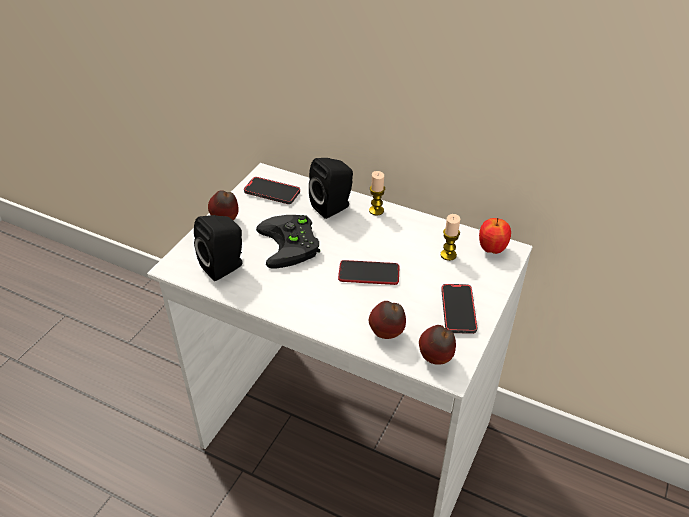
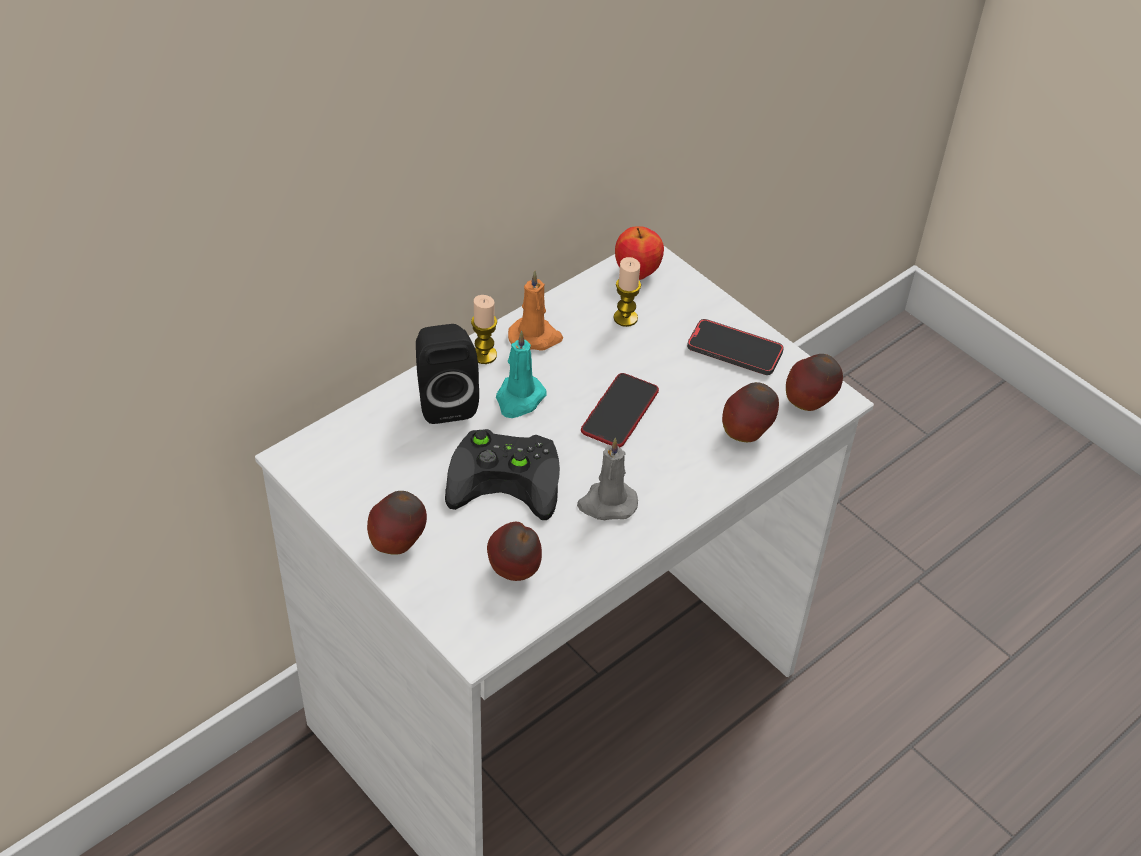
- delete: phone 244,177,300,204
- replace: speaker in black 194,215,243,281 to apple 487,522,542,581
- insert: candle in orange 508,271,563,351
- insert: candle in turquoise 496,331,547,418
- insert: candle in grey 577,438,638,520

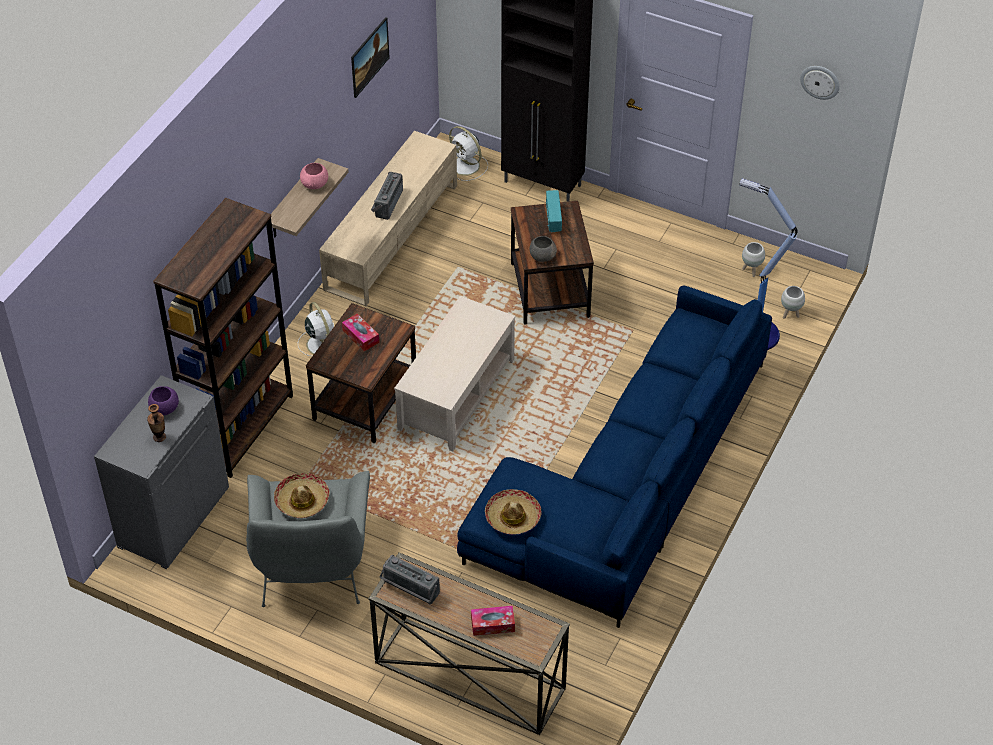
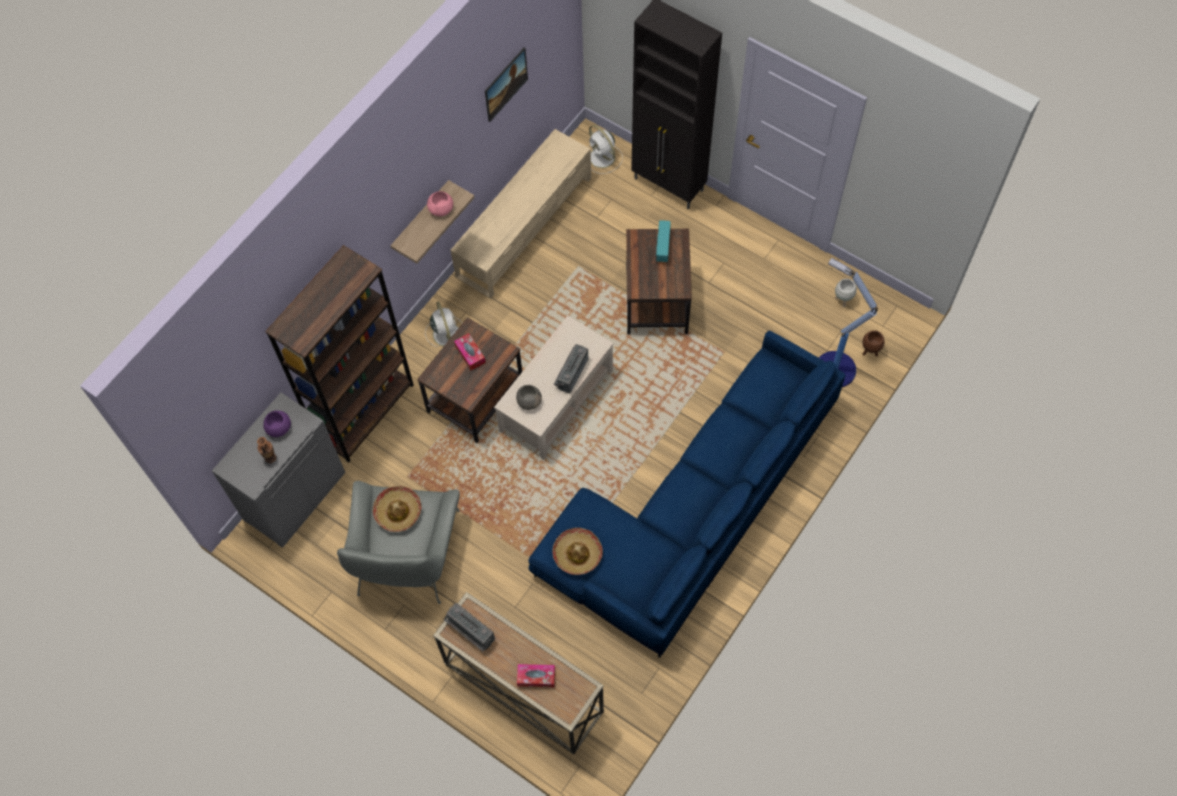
- delete: wall clock 800,66,840,100
- move: radio 371,172,403,220 to 554,344,588,393
- move: bowl in grey 530,236,557,262 to 516,385,542,410
- recolor: planter in white 781,286,805,318 to planter in brown 862,330,885,356

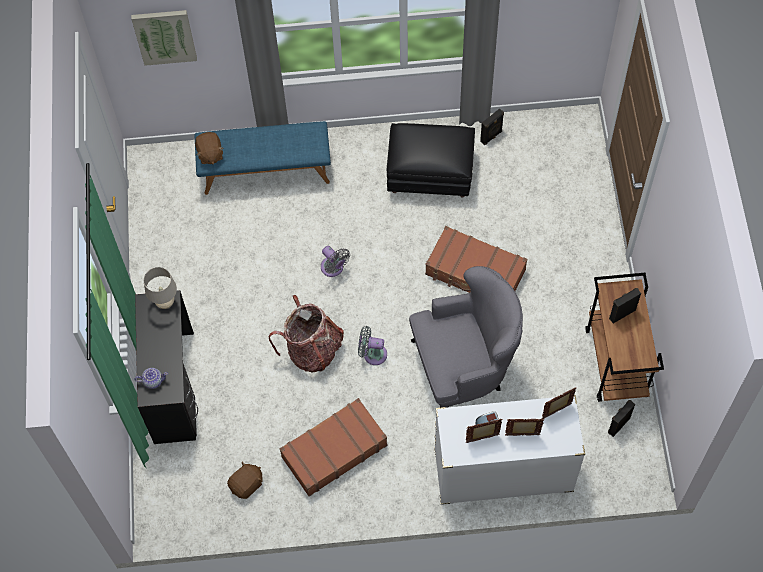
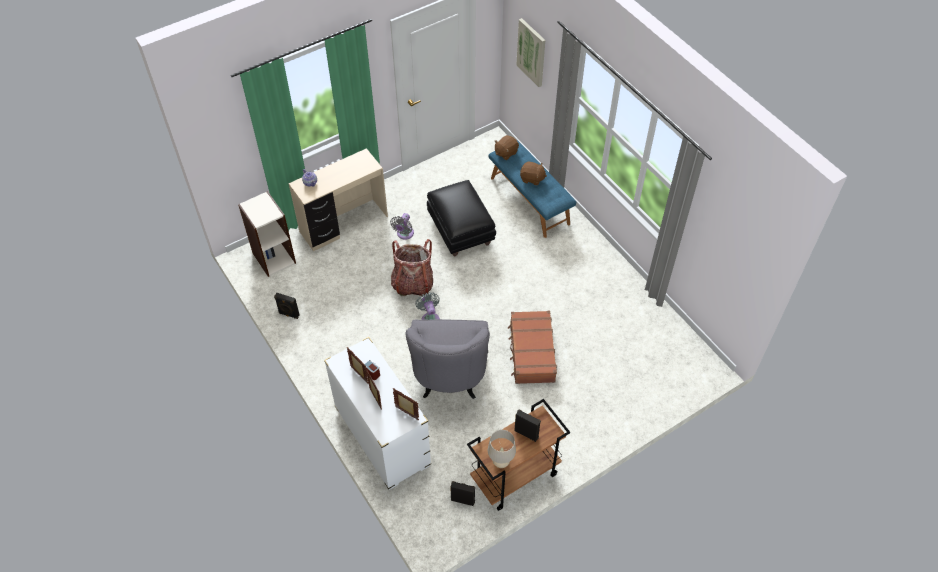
- move: speaker in black 480,108,504,145 to 274,293,299,319
- move: ottoman in black 387,123,475,198 to 427,180,496,256
- move: fan in grey 321,246,350,277 to 390,213,414,240
- rotate: armchair in grey 409,266,523,408 = 406,319,490,399 45 degrees clockwise
- move: table lamp in beige 144,267,177,309 to 488,430,516,468
- recolor: desk in black 135,290,198,444 to desk in beige 289,148,388,251
- delete: suitcase in brown 280,398,388,496
- move: plush toy in brown 227,462,263,499 to 520,161,547,185
- insert: bookcase 238,191,296,277

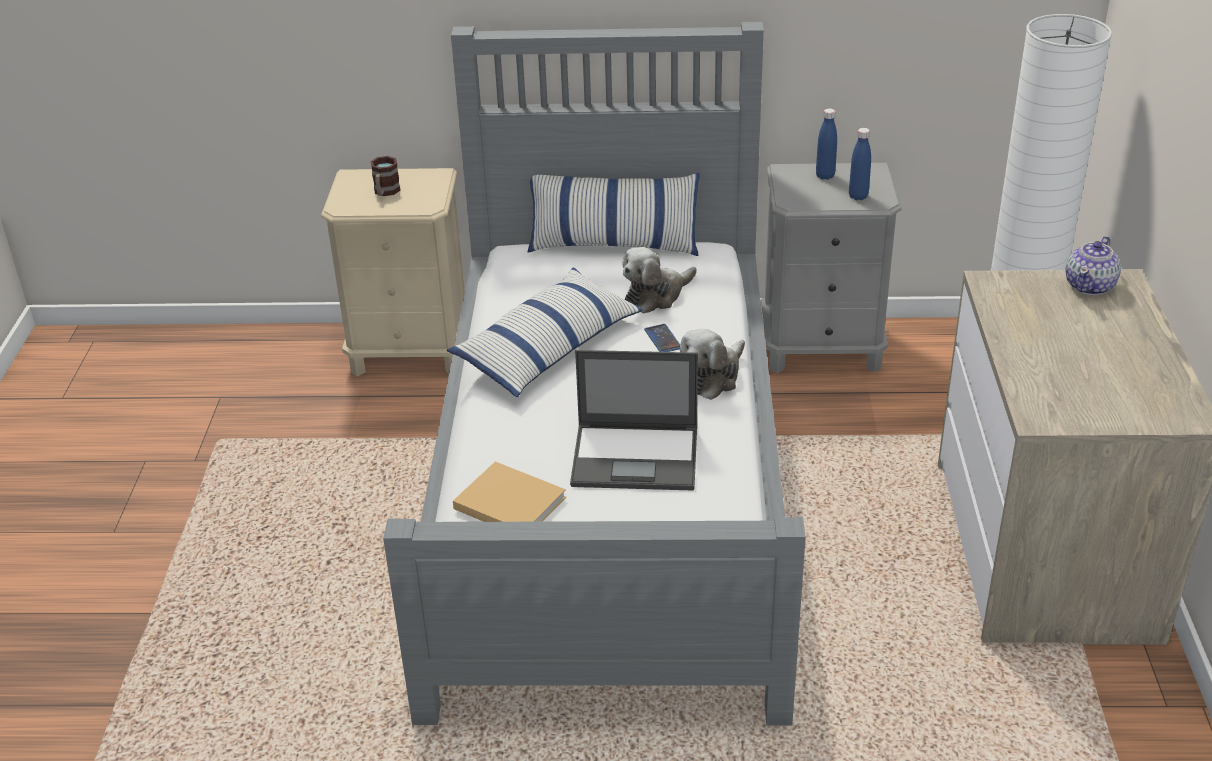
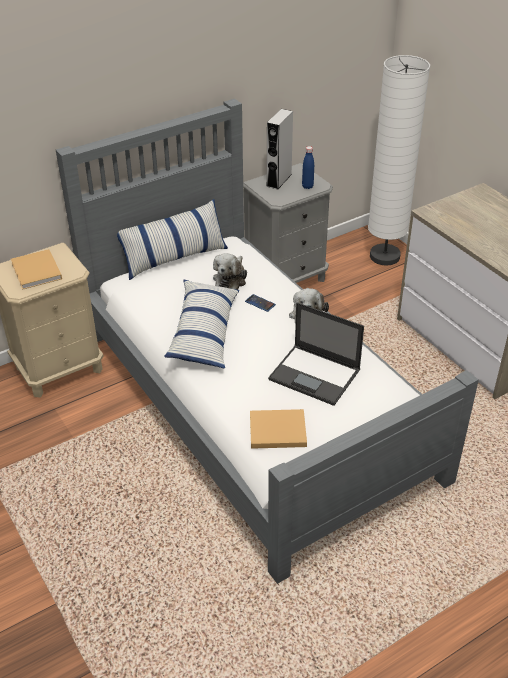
- replace: bottle in blue 816,108,837,180 to speaker in grey 266,109,293,189
- replace: mug 370,156,401,196 to book in beige 11,249,62,289
- delete: teapot 1066,236,1121,295
- rotate: laptop 570,350,698,490 = 268,302,364,406 60 degrees clockwise

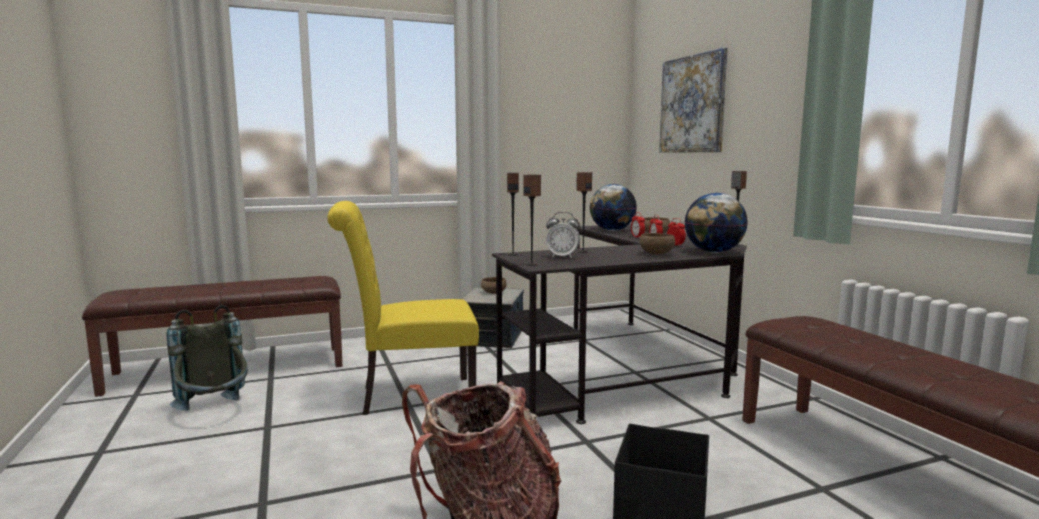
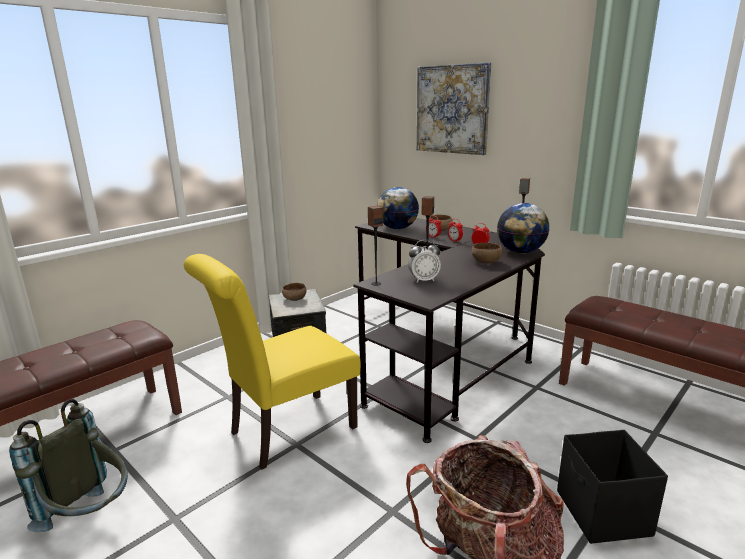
- delete: speaker 523,174,541,266

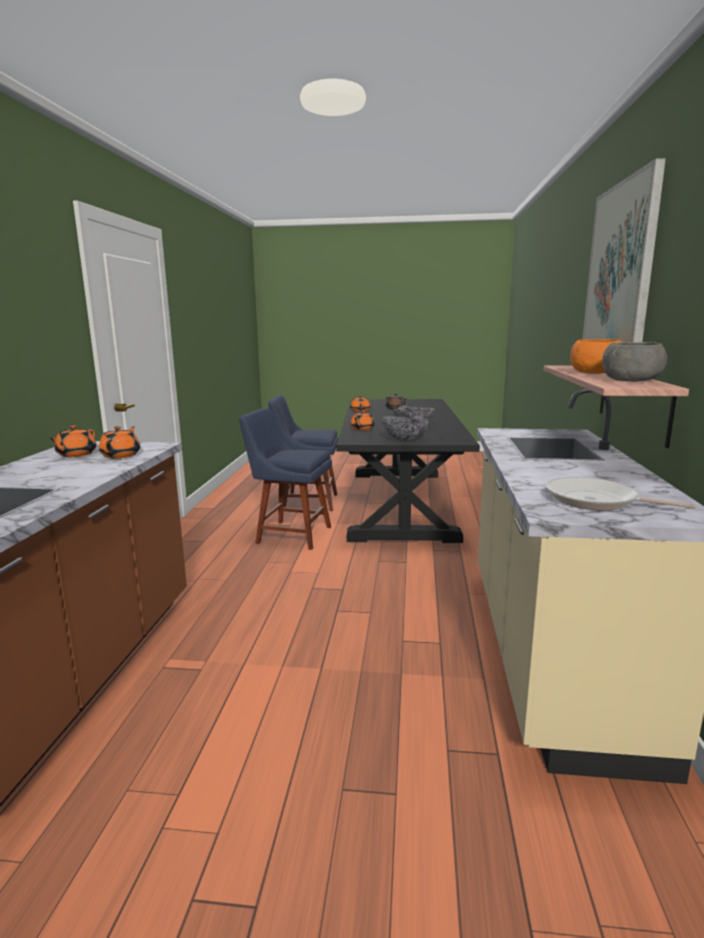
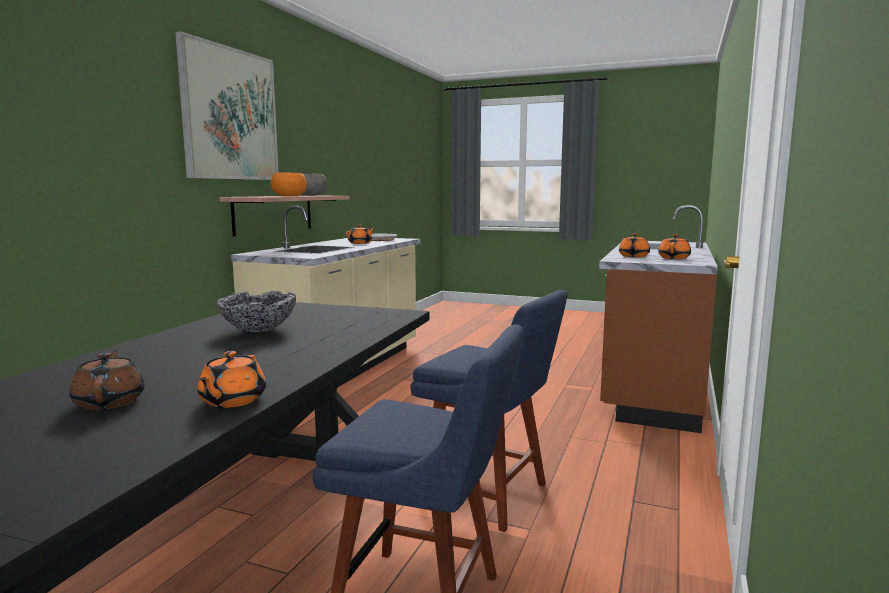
- move: teapot in orange 350,410,375,431 to 346,225,373,244
- delete: bowl 382,416,429,441

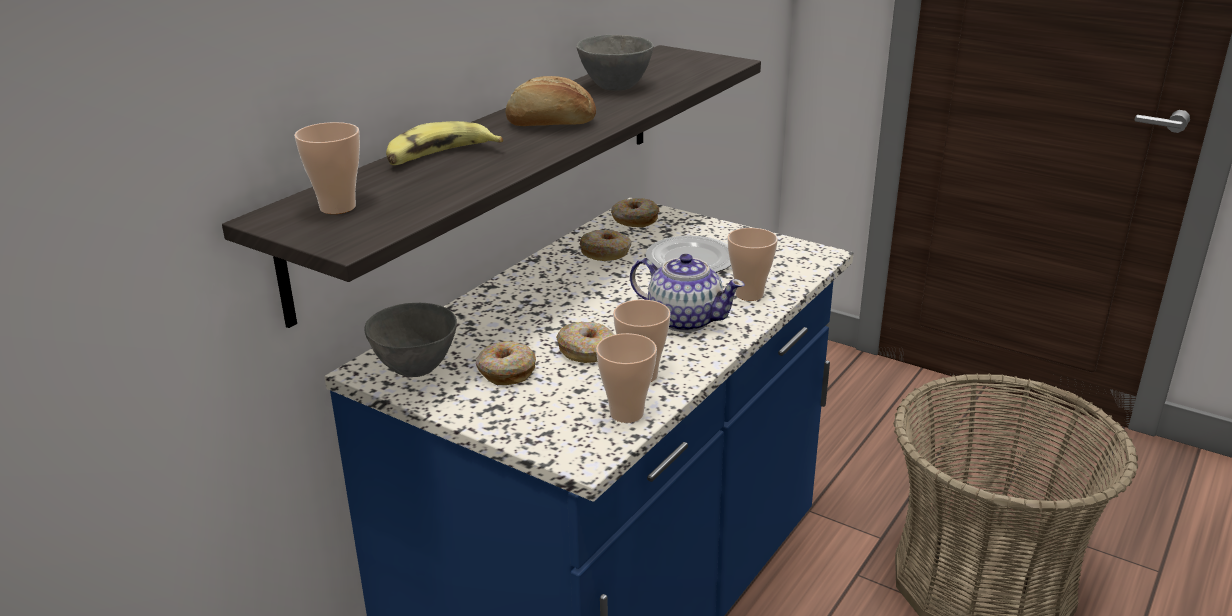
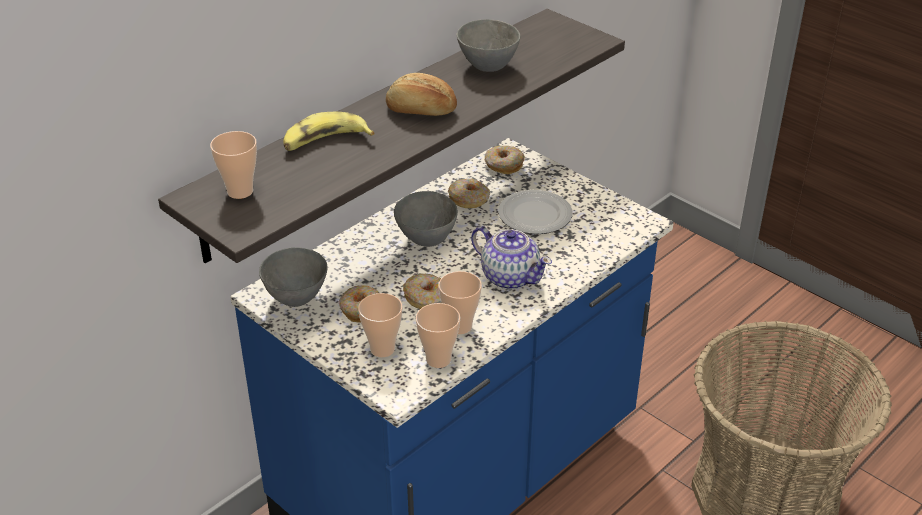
- move: cup 727,228,778,301 to 358,293,403,357
- insert: bowl in grey 394,191,458,247

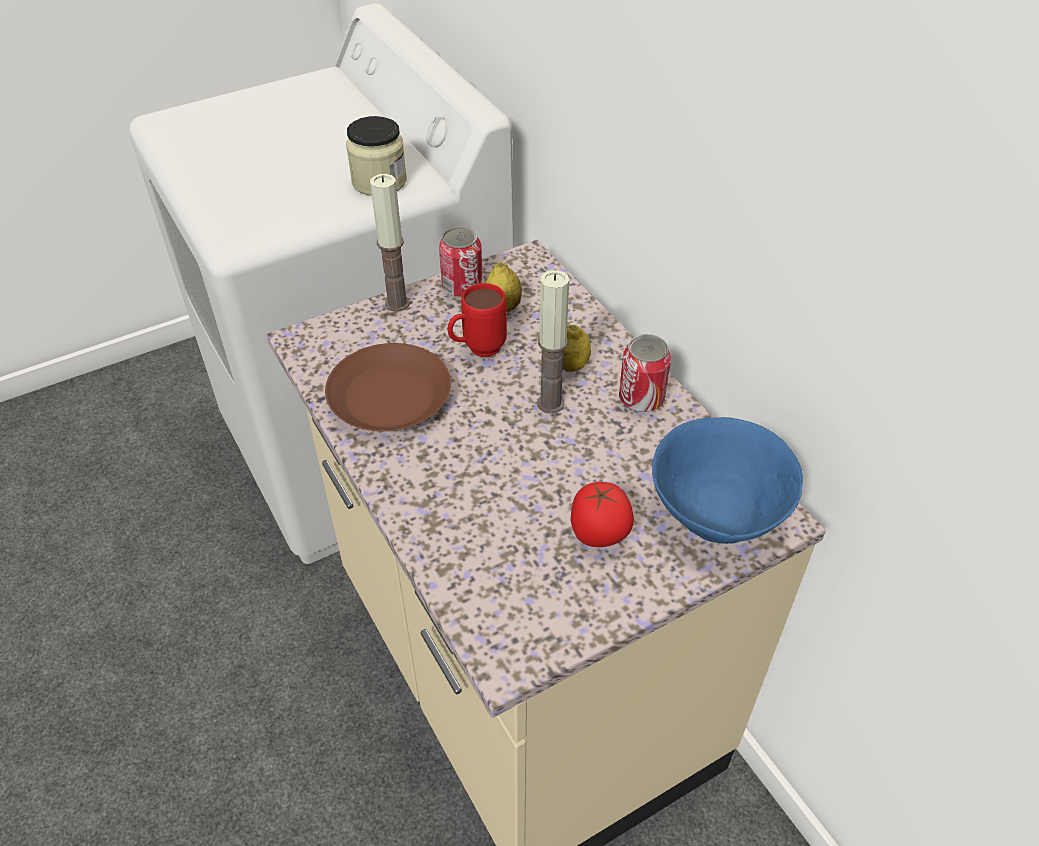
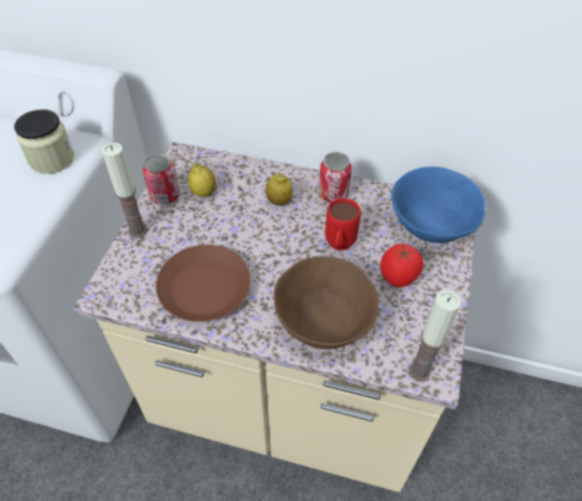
- move: candle 537,270,569,414 to 409,290,461,382
- move: mug in red 448,283,507,357 to 325,198,361,251
- insert: bowl in brown 274,256,379,349

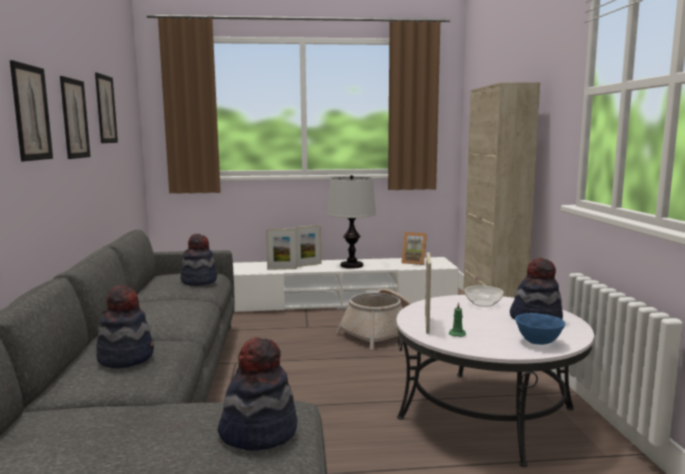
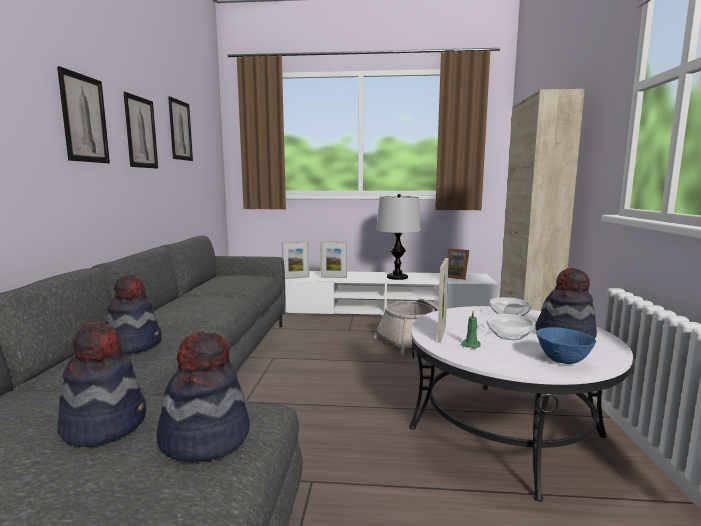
- move: picture frame 294,225,321,267 to 282,241,309,279
- move: hat 181,234,217,286 to 58,322,147,447
- insert: bowl 487,314,535,340

